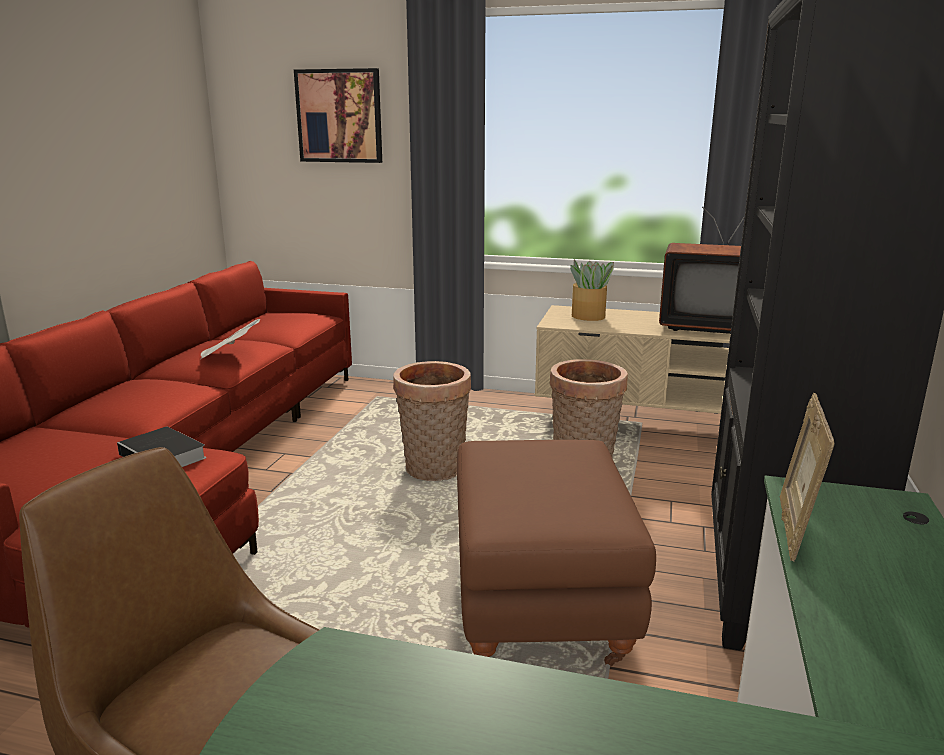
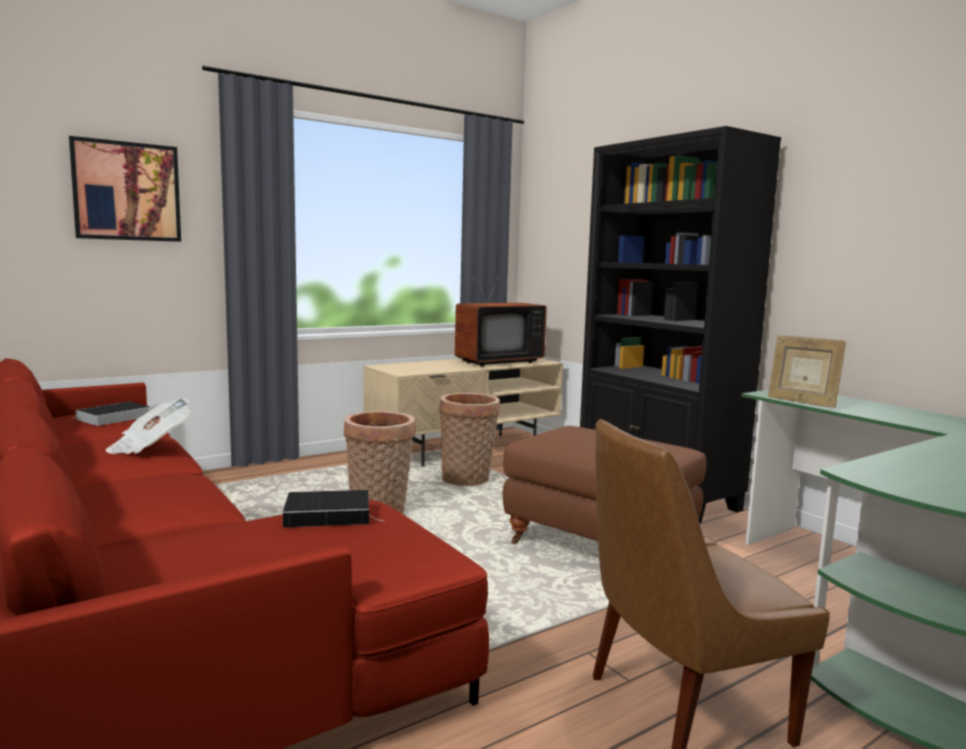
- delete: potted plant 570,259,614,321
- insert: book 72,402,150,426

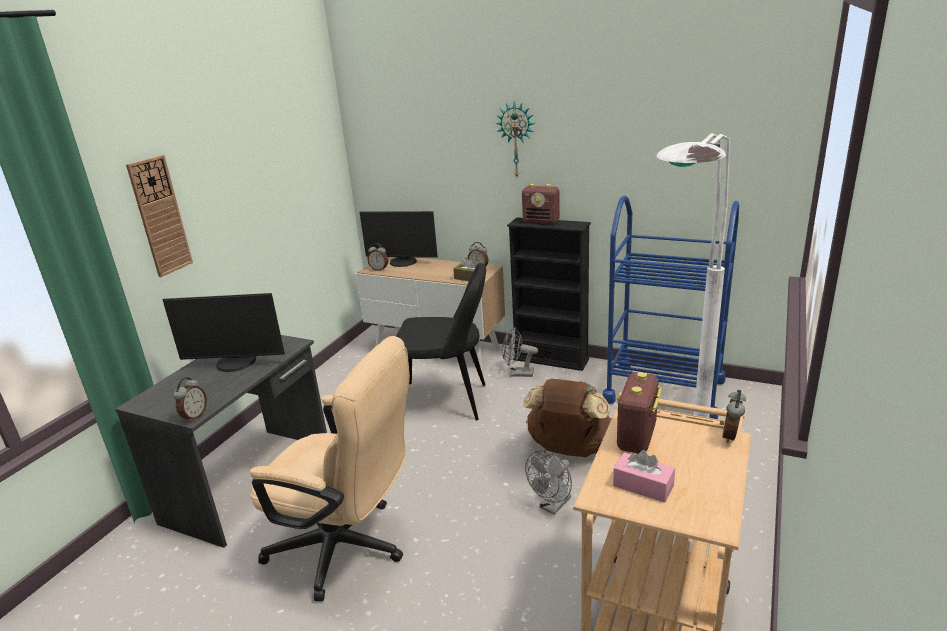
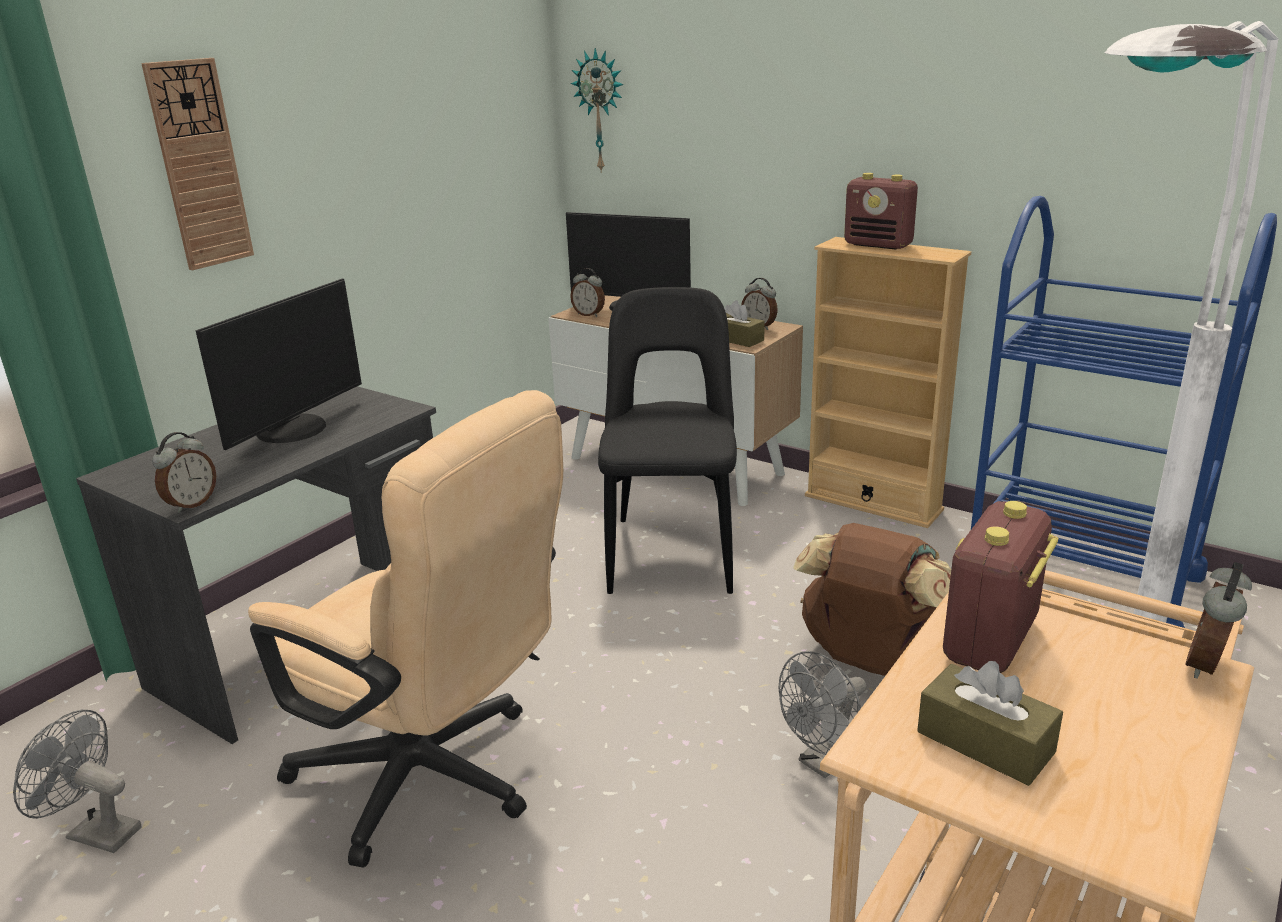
- move: wall clock 495,101,535,177 to 571,48,624,173
- recolor: bookcase in black 507,217,591,371 to bookcase in beige 805,237,971,528
- rotate: chair in black 396,263,486,420 = 598,287,737,594 105 degrees counterclockwise
- rotate: monitor 162,293,285,372 = 196,279,362,450 75 degrees counterclockwise
- move: fan in grey 502,327,538,377 to 13,710,142,853
- recolor: tissue box in pink 613,450,675,503 to tissue box in brown 917,661,1063,786

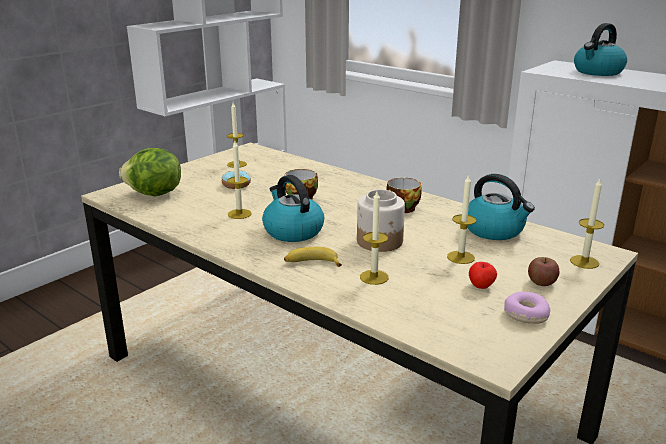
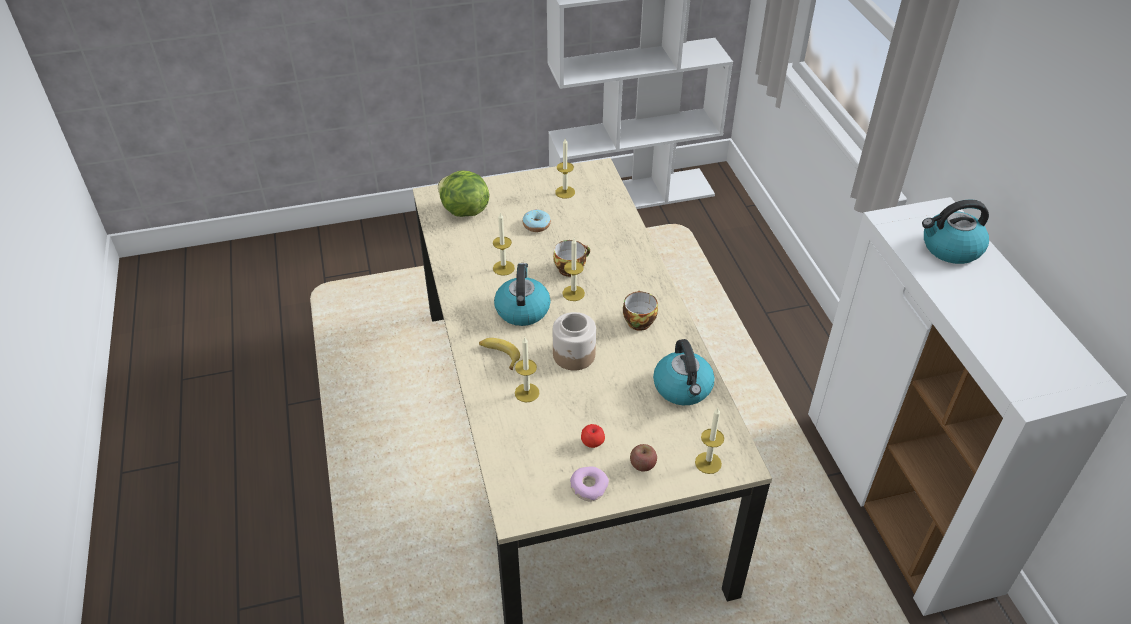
- move: candle 447,174,477,264 to 563,238,585,301

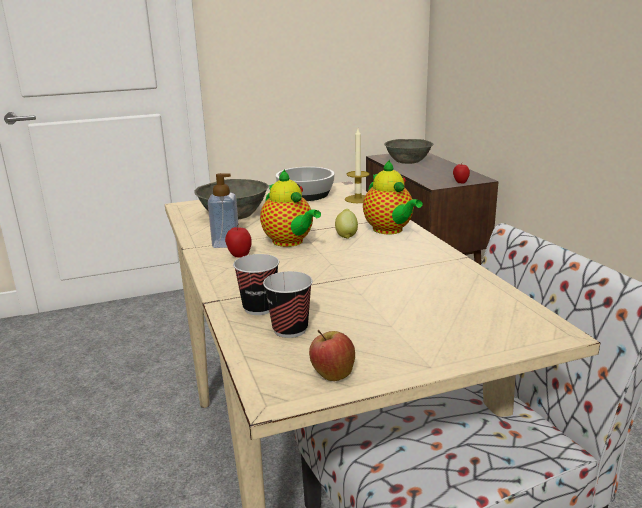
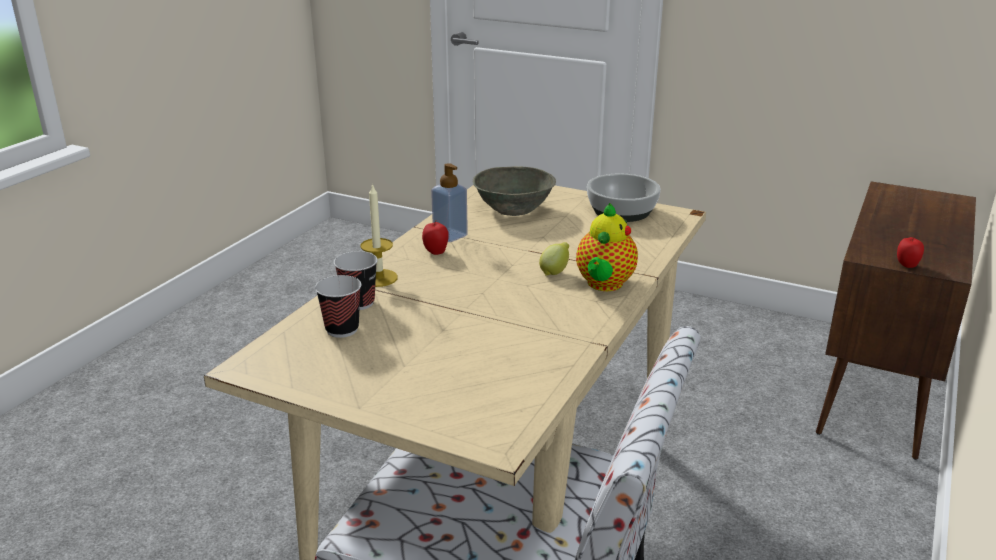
- move: candle 345,128,370,203 to 360,183,398,287
- delete: bowl in grey 384,139,433,164
- delete: teapot 260,170,321,247
- delete: apple 309,329,355,381

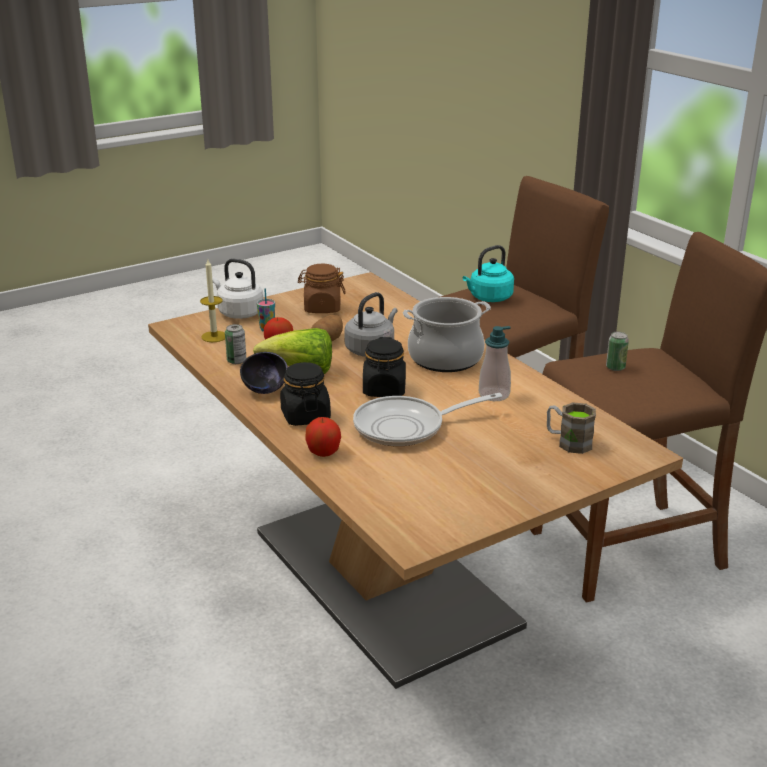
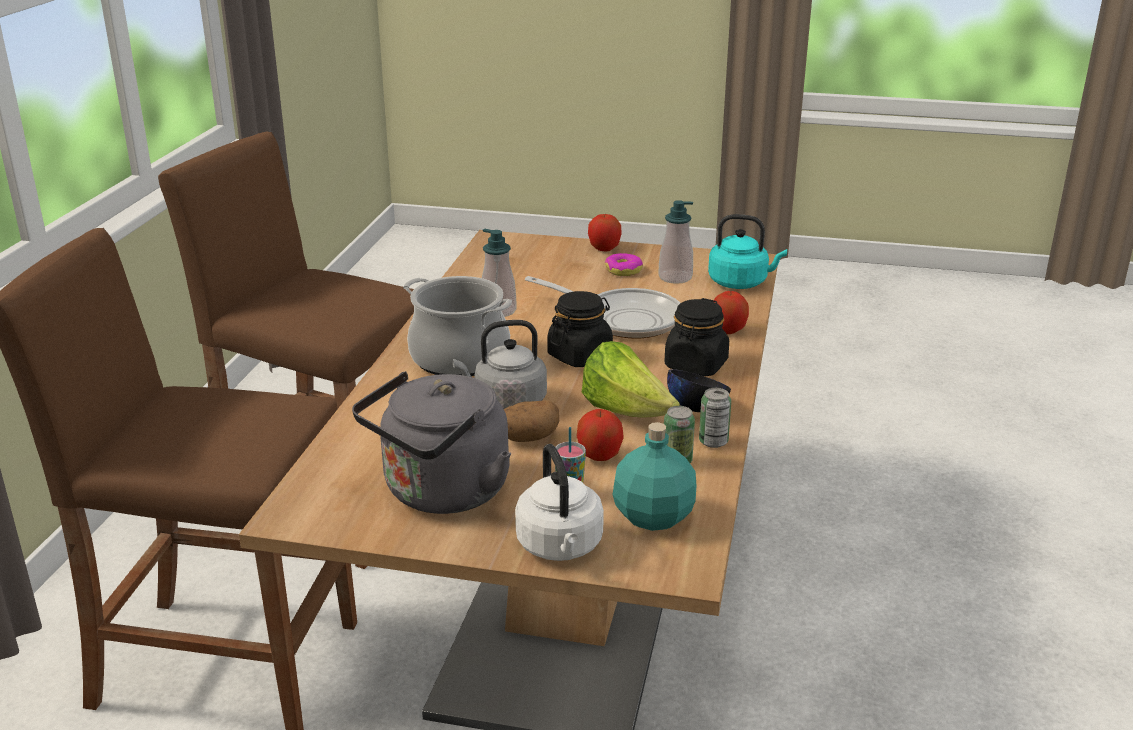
- move: kettle in turquoise 463,245,514,302 to 708,214,787,289
- replace: candle 200,259,225,342 to bottle in turquoise 612,422,697,531
- replace: jar in brown 298,264,346,313 to kettle in grey 352,371,511,514
- move: can 606,332,629,371 to 699,388,731,448
- delete: mug in brown 547,402,596,454
- insert: soap dispenser 658,200,693,284
- insert: apple 588,214,622,251
- insert: donut 605,253,643,276

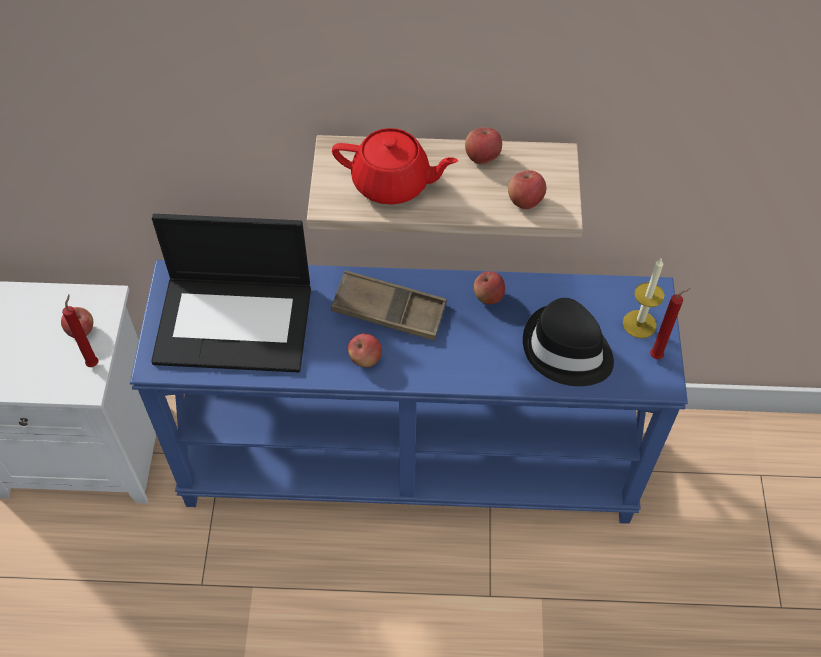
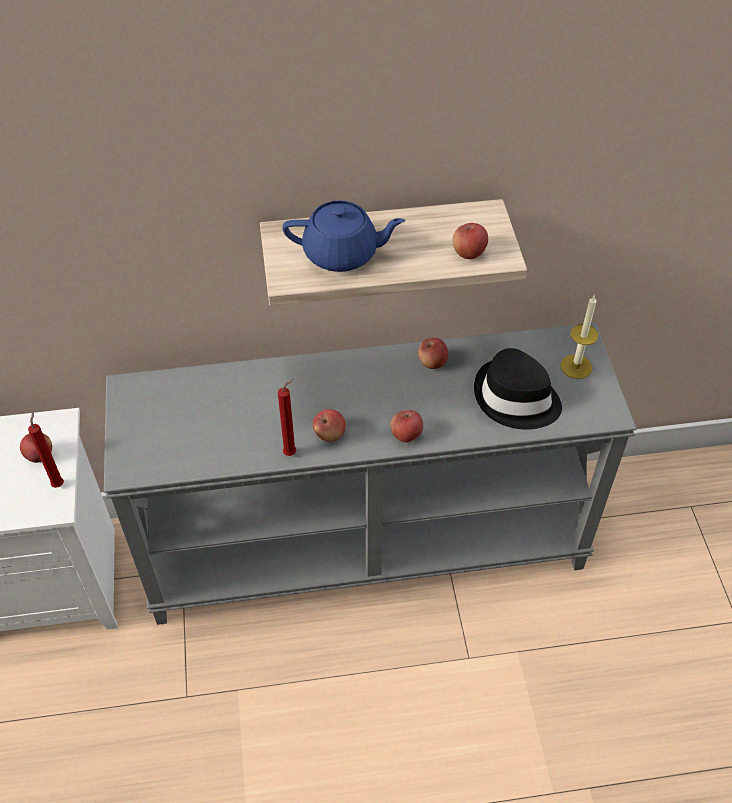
- move: apple 465,127,502,165 to 391,410,423,443
- recolor: teapot in red 332,128,458,204 to teapot in blue 282,200,405,272
- delete: laptop 151,214,311,372
- recolor: console table in blue 130,260,688,524 to console table in grey 104,323,637,625
- delete: tray in brown 331,270,447,341
- move: candle in red 650,288,691,359 to 278,379,297,456

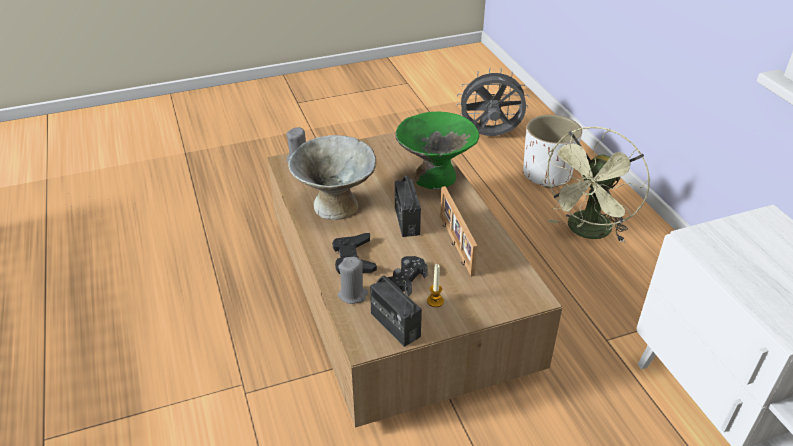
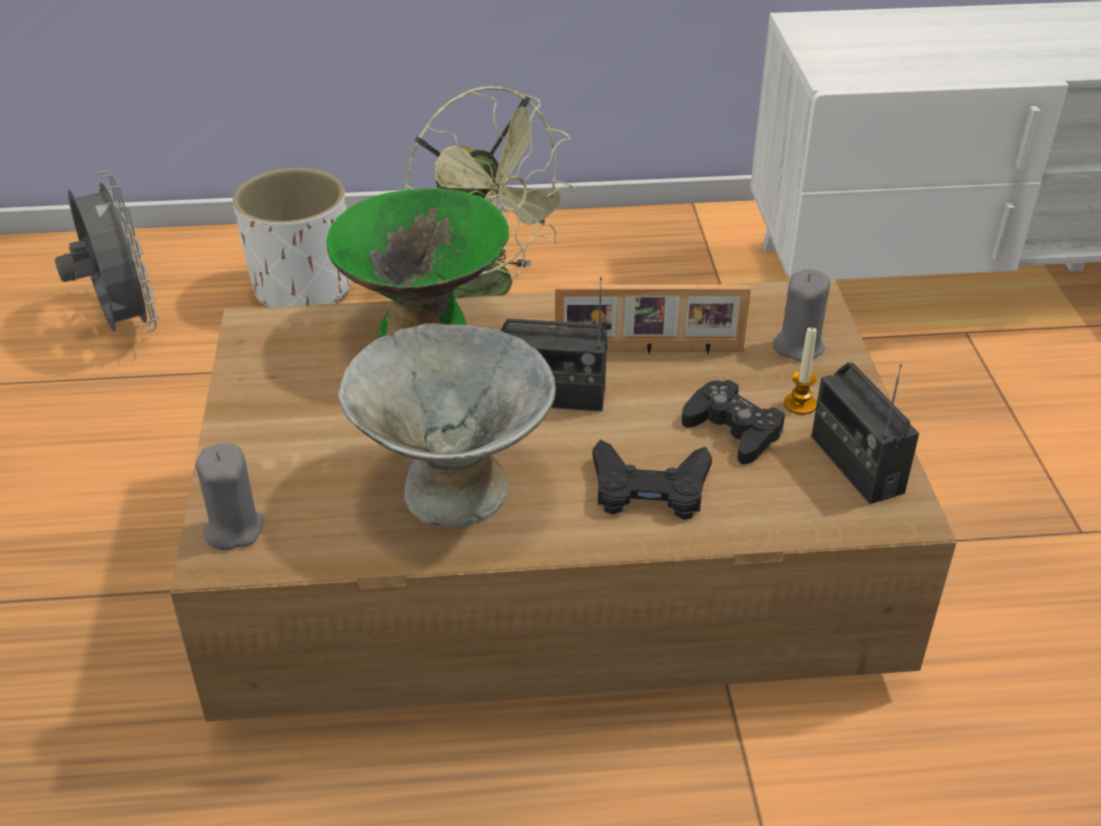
- rotate: fan in grey 456,68,530,136 = 55,171,159,333 135 degrees clockwise
- move: candle in grey 338,257,369,304 to 773,269,830,362
- rotate: radio 370,276,422,347 = 811,362,919,504 90 degrees clockwise

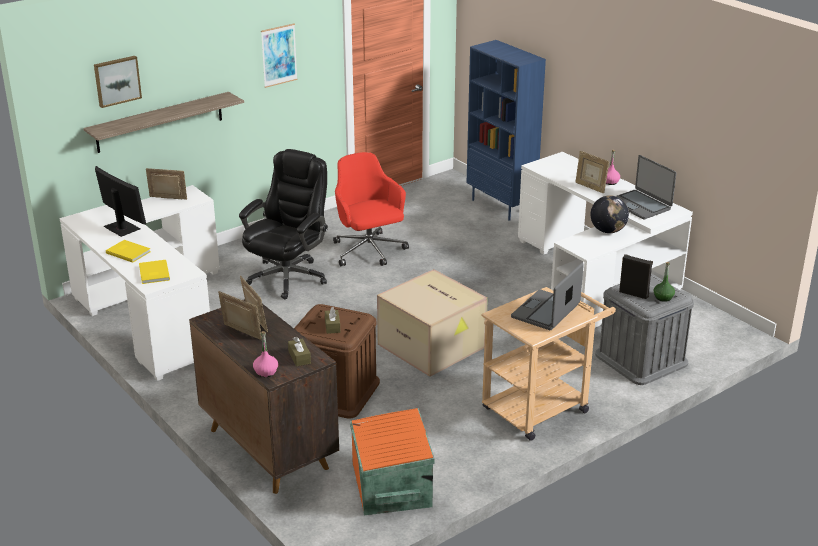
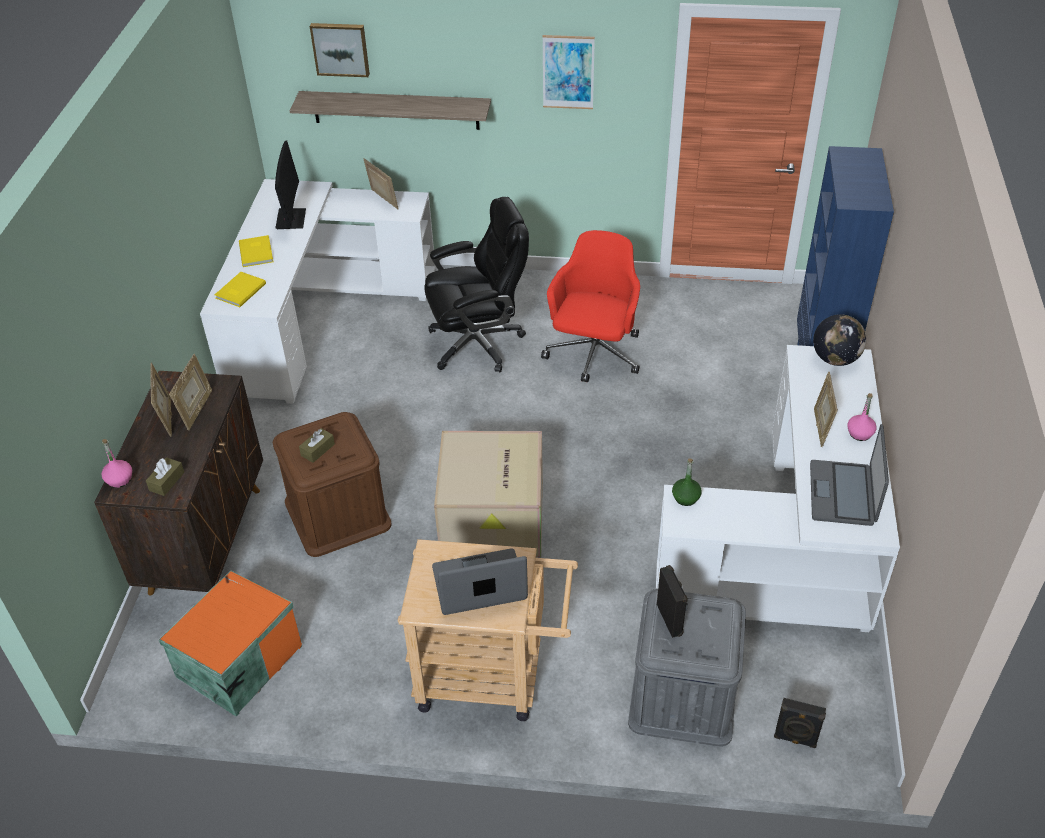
- move: globe 590,195,629,233 to 813,314,866,366
- move: bottle in green 654,262,675,302 to 672,458,702,506
- insert: speaker in black 774,698,826,748

